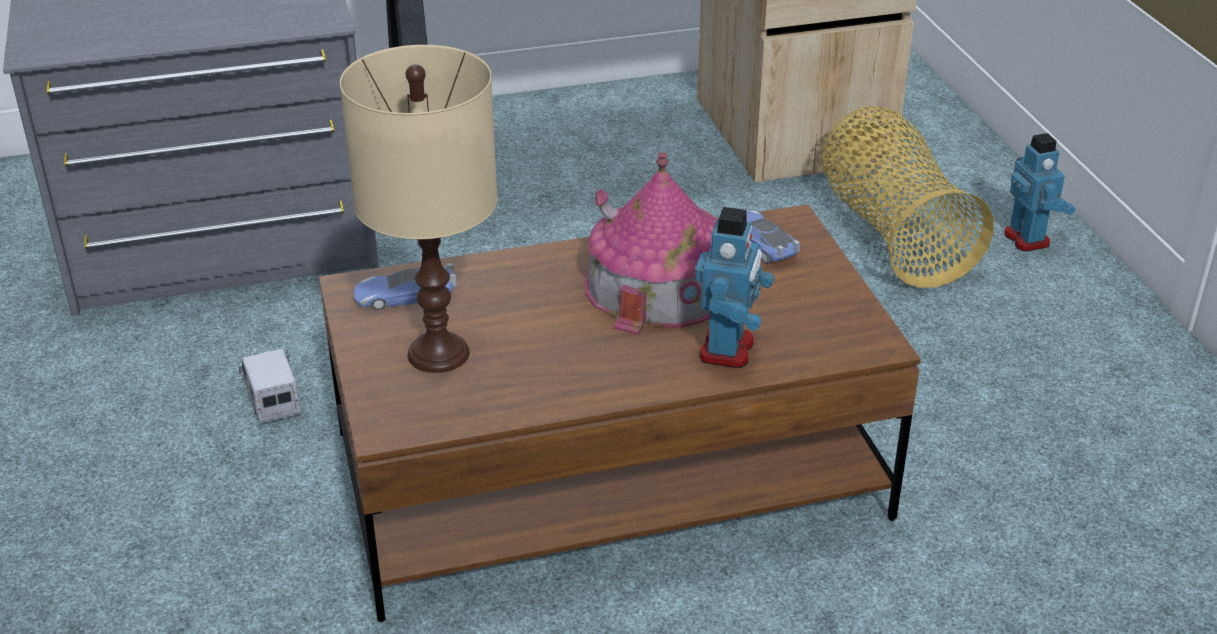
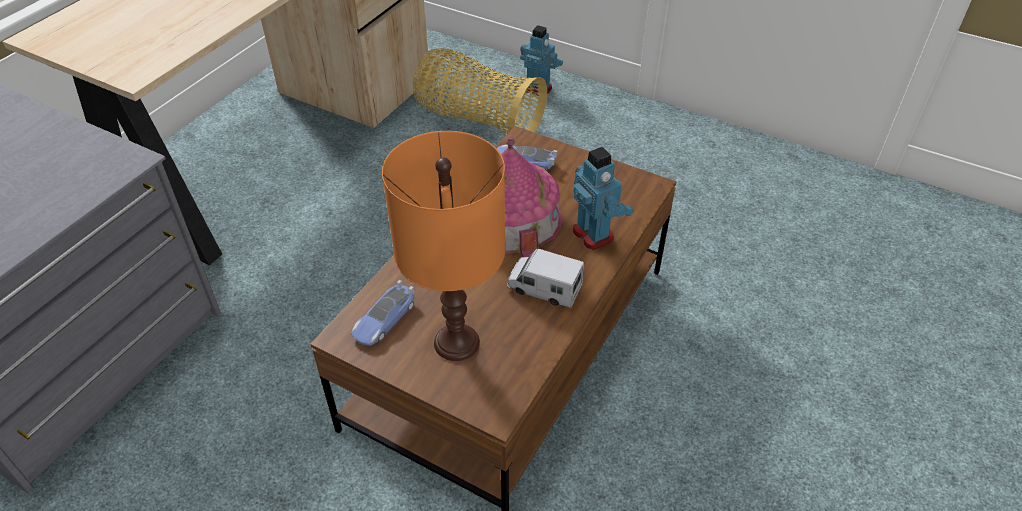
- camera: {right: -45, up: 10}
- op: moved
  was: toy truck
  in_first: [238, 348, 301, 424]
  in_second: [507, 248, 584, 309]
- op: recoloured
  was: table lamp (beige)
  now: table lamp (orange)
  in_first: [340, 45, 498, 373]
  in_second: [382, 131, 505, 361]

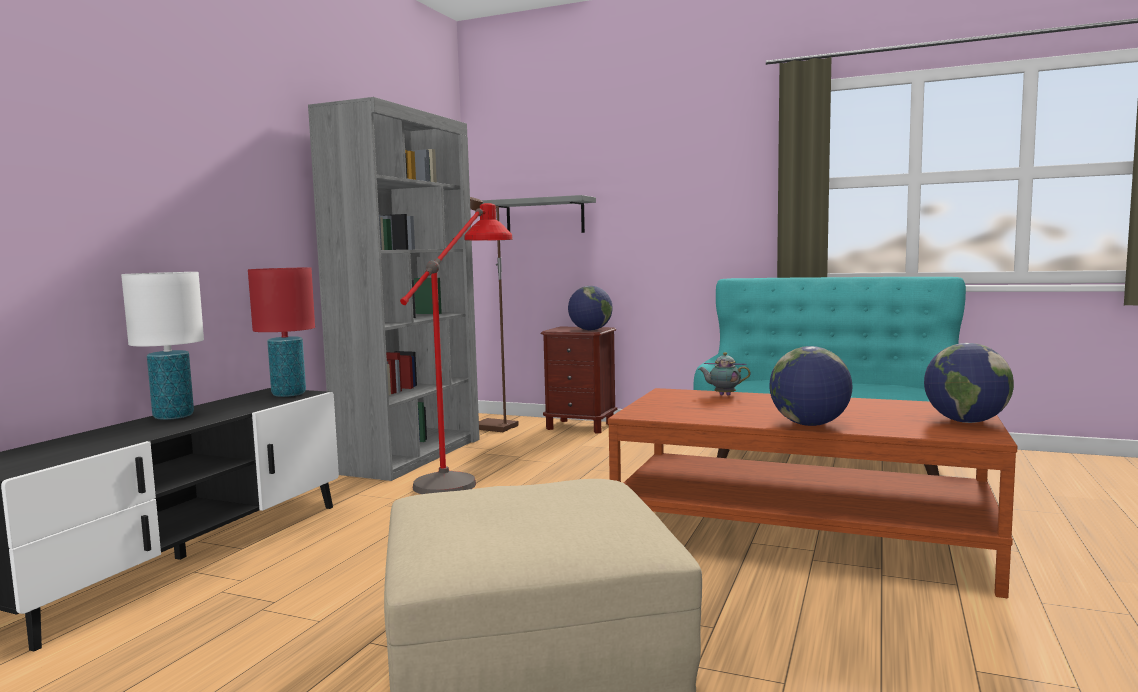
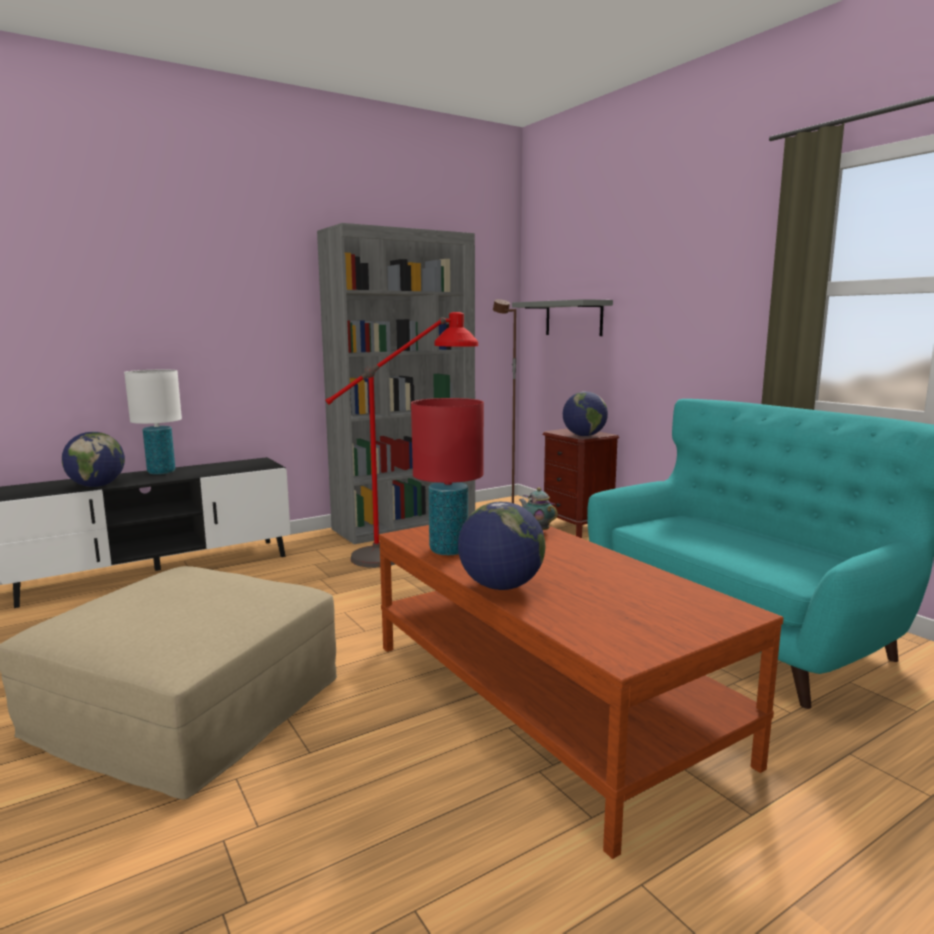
- camera: {right: 35, up: 5}
- op: moved
  was: table lamp (red)
  in_first: [248, 267, 315, 397]
  in_second: [411, 398, 484, 555]
- op: moved
  was: globe
  in_first: [924, 343, 1014, 423]
  in_second: [62, 432, 125, 487]

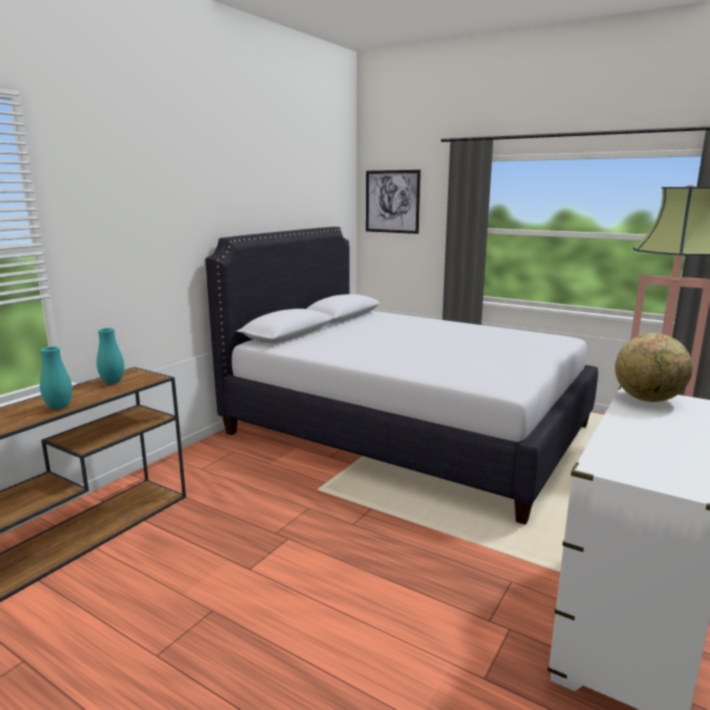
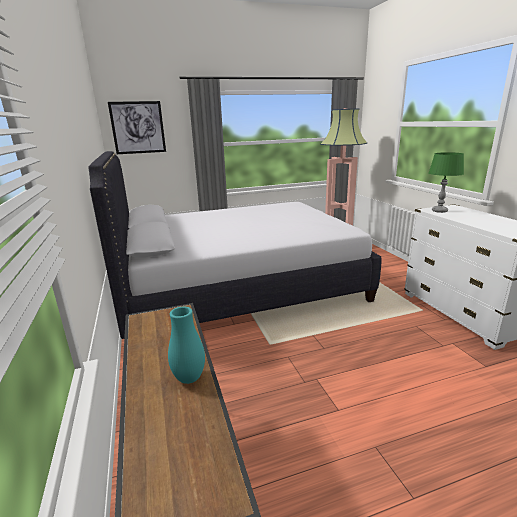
- camera: {right: -50, up: 5}
- op: removed
  was: vase (turquoise)
  in_first: [97, 328, 124, 384]
- op: replaced
  was: globe
  now: table lamp (green)
  in_first: [615, 333, 693, 402]
  in_second: [429, 152, 464, 213]

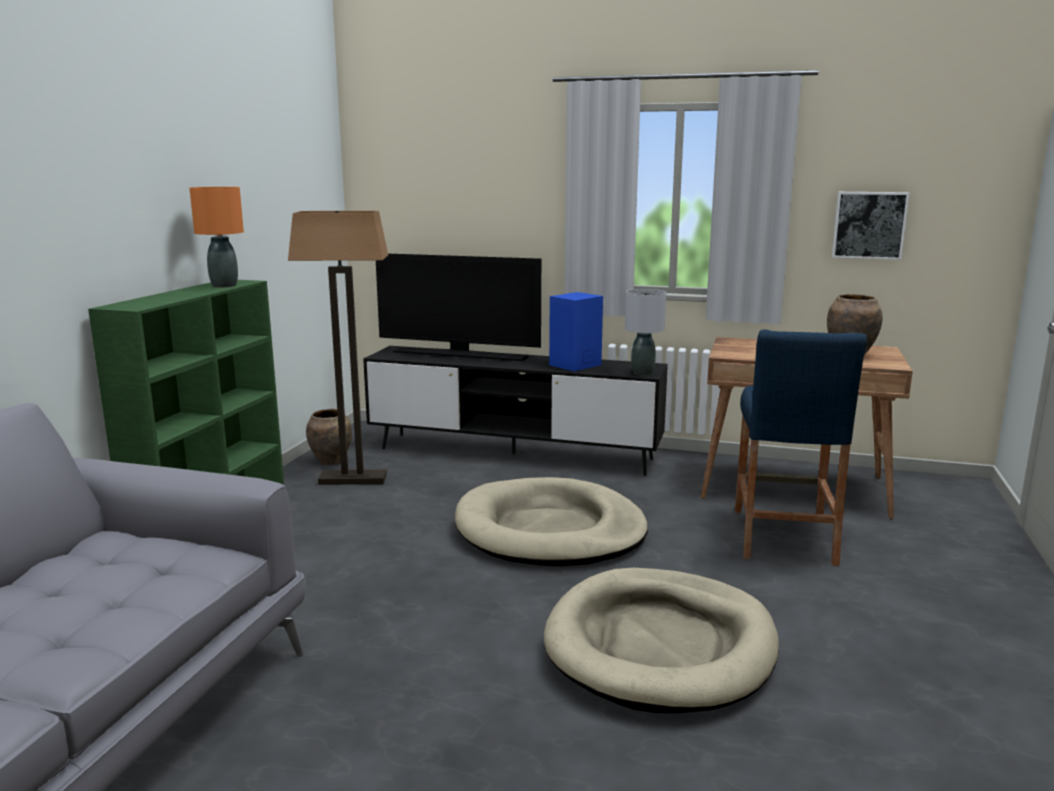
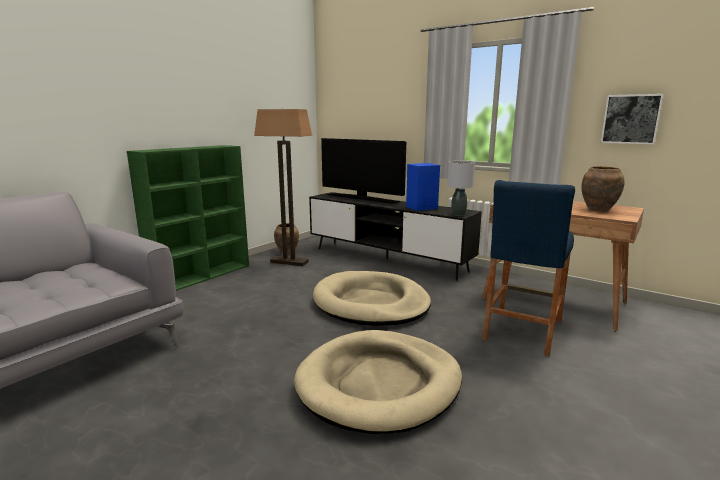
- camera: {right: 20, up: 0}
- op: removed
  was: table lamp (orange)
  in_first: [189, 187, 244, 288]

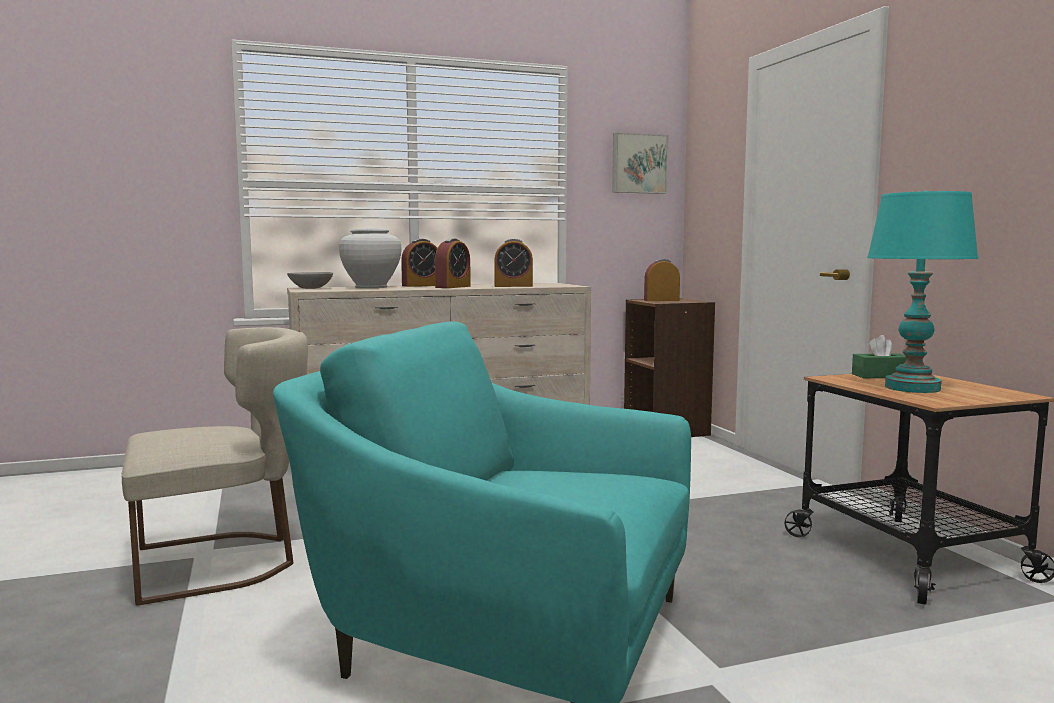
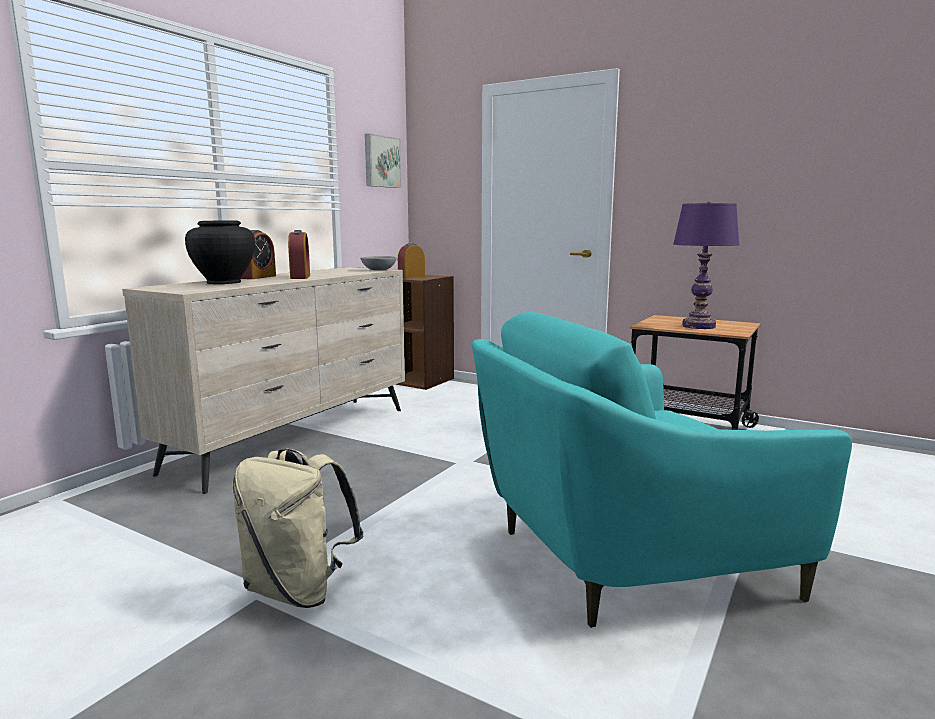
- camera: {right: -40, up: 5}
- op: removed
  was: alarm clock
  in_first: [494, 239, 533, 287]
- op: removed
  was: tissue box (green)
  in_first: [852, 335, 906, 378]
- op: moved
  was: bowl (grey)
  in_first: [287, 272, 333, 289]
  in_second: [360, 256, 397, 271]
- op: replaced
  was: chair (beige)
  now: backpack (beige)
  in_first: [122, 327, 308, 606]
  in_second: [232, 448, 364, 608]
- op: recoloured
  was: vase (white)
  now: vase (black)
  in_first: [339, 228, 402, 288]
  in_second: [185, 220, 255, 284]
- op: recoloured
  was: table lamp (turquoise)
  now: table lamp (purple)
  in_first: [867, 191, 979, 393]
  in_second: [673, 202, 740, 329]

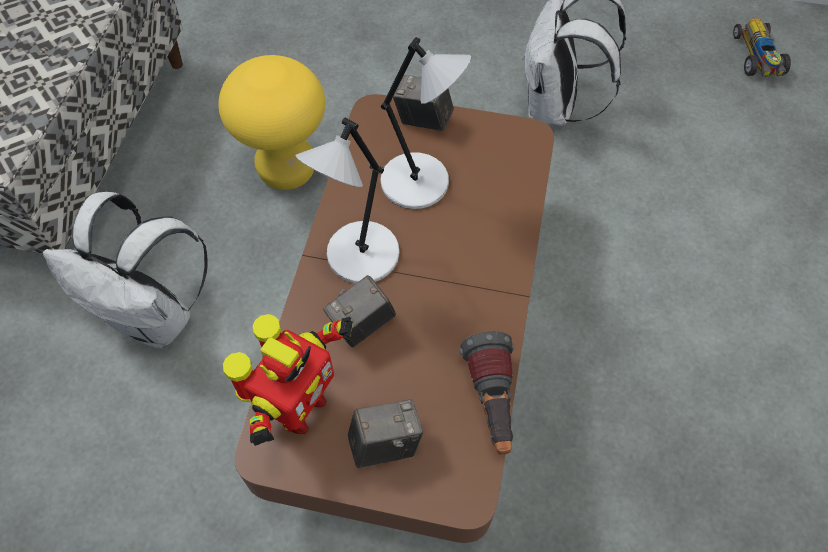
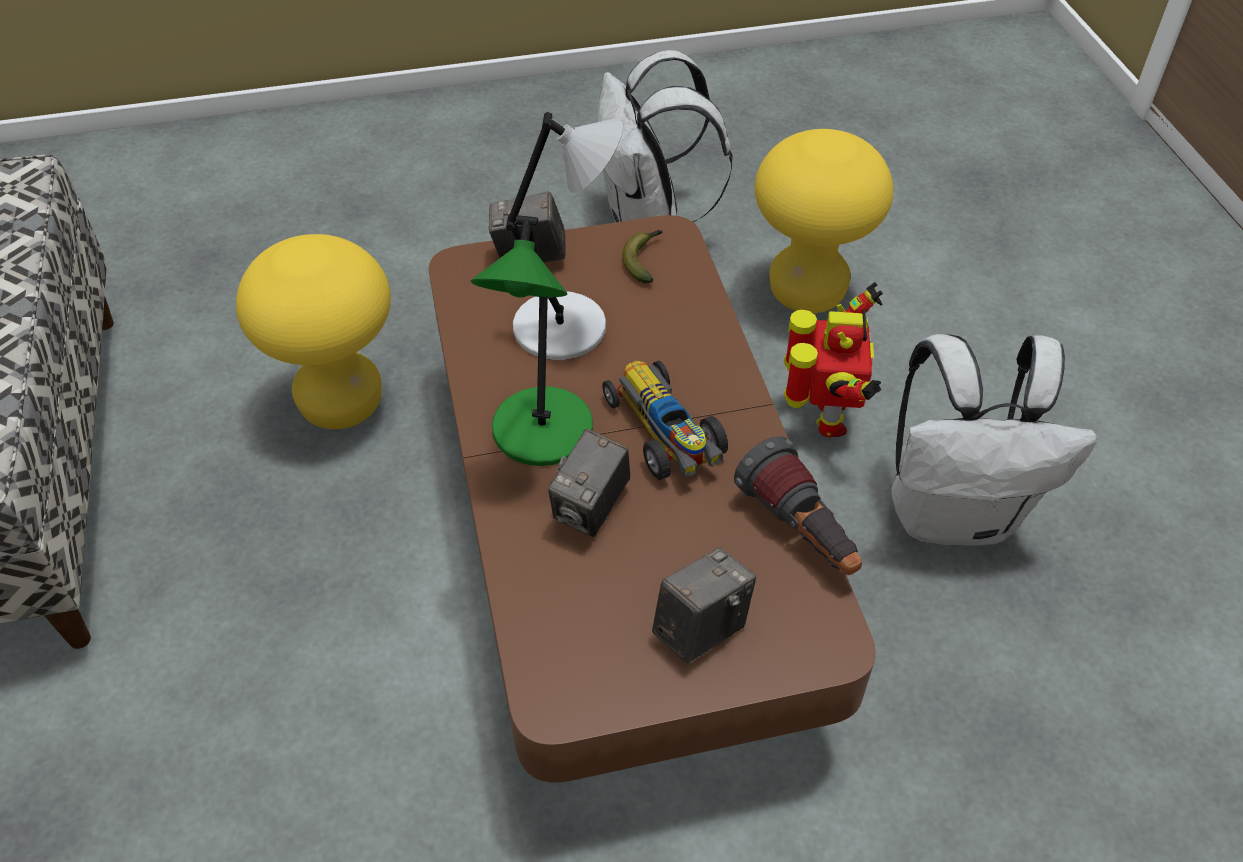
- camera: {right: -25, up: -10}
- op: added
  now: banana
  in_second: [622, 230, 663, 283]
- op: added
  now: stool (yellow)
  in_second: [754, 129, 893, 313]
- op: moved
  was: backpack (white)
  in_first: [43, 192, 208, 349]
  in_second: [891, 334, 1097, 545]
- op: moved
  was: toy robot
  in_first: [223, 314, 353, 446]
  in_second: [784, 282, 883, 437]
- op: moved
  was: toy car
  in_first: [733, 18, 791, 77]
  in_second: [602, 361, 728, 480]
- op: recoloured
  was: table lamp (grey)
  now: table lamp (green)
  in_first: [296, 118, 399, 284]
  in_second: [470, 215, 593, 466]

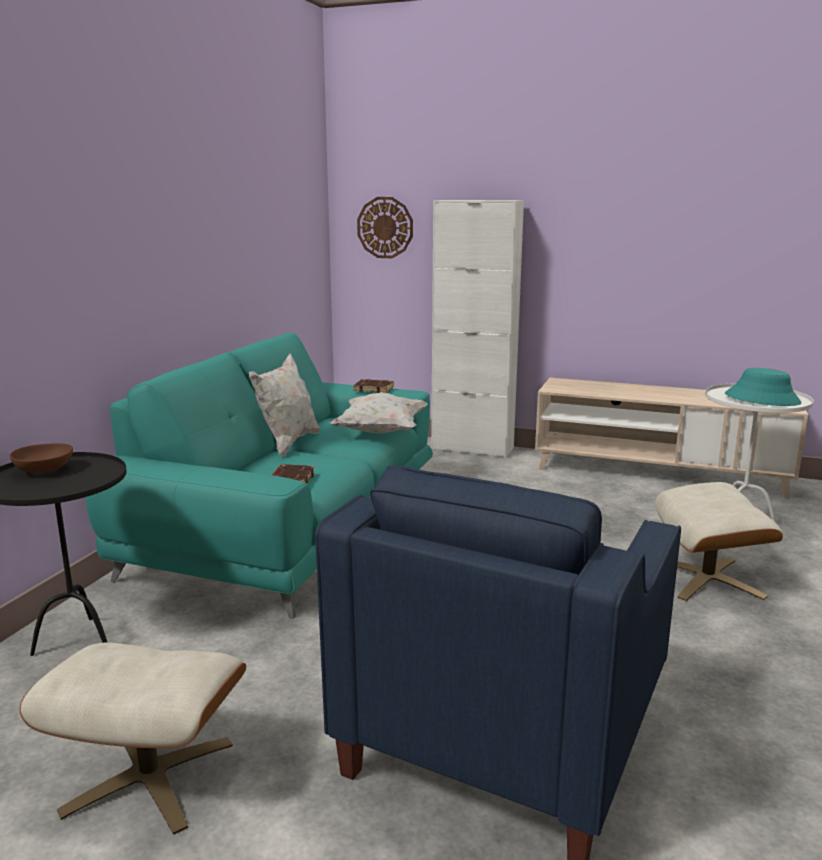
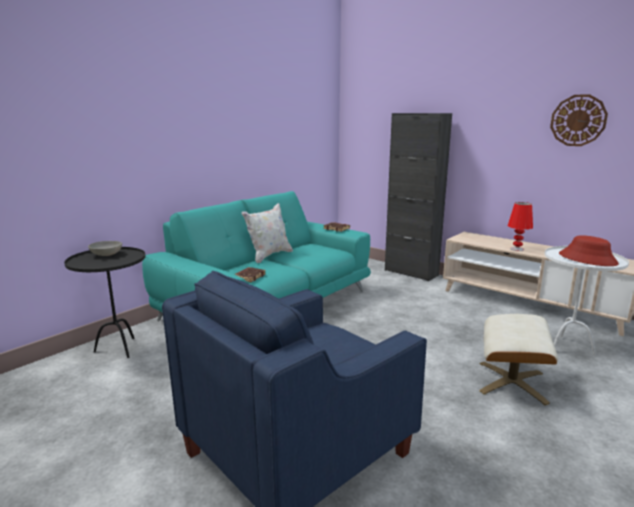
- camera: {right: 20, up: 0}
- op: removed
  was: ottoman (beige)
  in_first: [19, 642, 246, 835]
- op: removed
  was: pillow (white)
  in_first: [330, 392, 428, 433]
- op: added
  now: table lamp (red)
  in_second: [508, 202, 533, 251]
- op: moved
  was: wall clock
  in_first: [357, 197, 413, 258]
  in_second: [550, 94, 608, 146]
- op: recoloured
  was: bowl (brown)
  now: bowl (grey)
  in_first: [10, 443, 73, 473]
  in_second: [88, 241, 122, 256]
- op: recoloured
  was: cabinet (white)
  now: cabinet (black)
  in_first: [431, 200, 524, 458]
  in_second: [385, 113, 452, 281]
- op: recoloured
  was: hat (turquoise)
  now: hat (red)
  in_first: [725, 368, 801, 406]
  in_second: [559, 235, 619, 266]

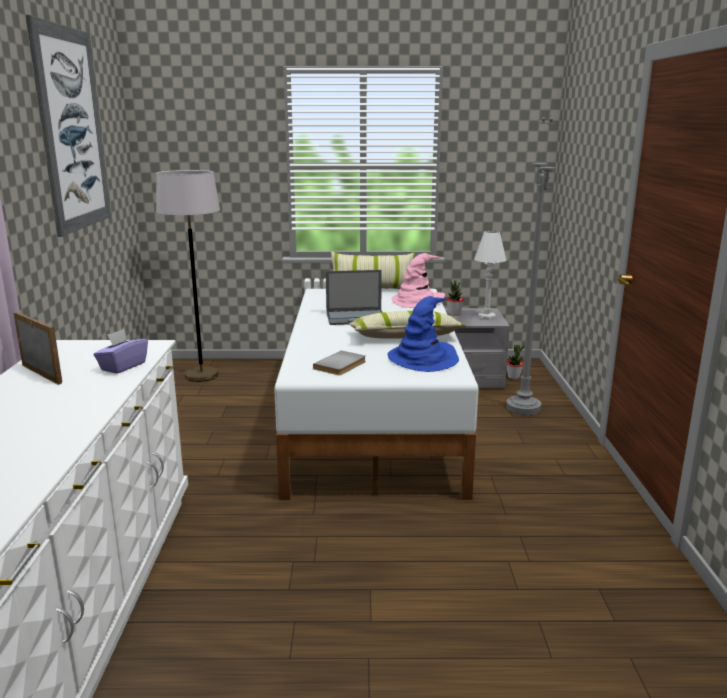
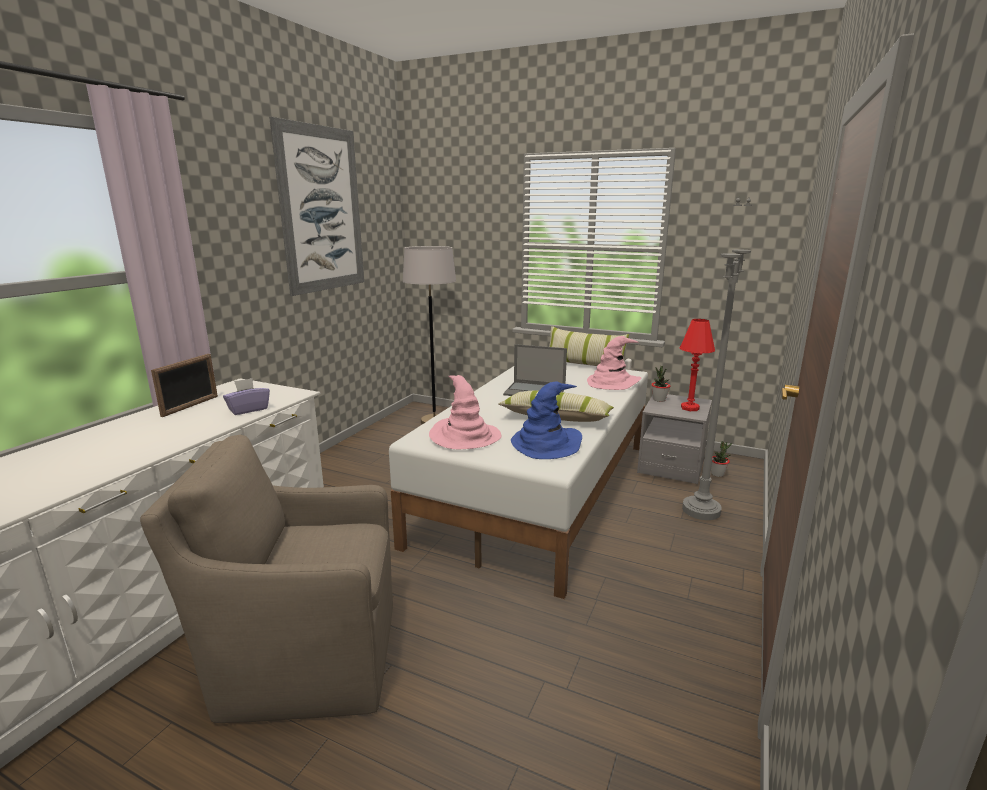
- camera: {right: 25, up: 0}
- op: added
  now: armchair (brown)
  in_second: [140, 435, 393, 723]
- op: replaced
  was: book (grey)
  now: hat (pink)
  in_first: [313, 351, 366, 375]
  in_second: [429, 375, 501, 449]
- op: recoloured
  was: table lamp (white)
  now: table lamp (red)
  in_first: [474, 231, 507, 320]
  in_second: [679, 319, 715, 411]
- op: turned
  was: picture frame
  in_first: [13, 312, 62, 385]
  in_second: [151, 354, 218, 417]
  clockwise: 45

